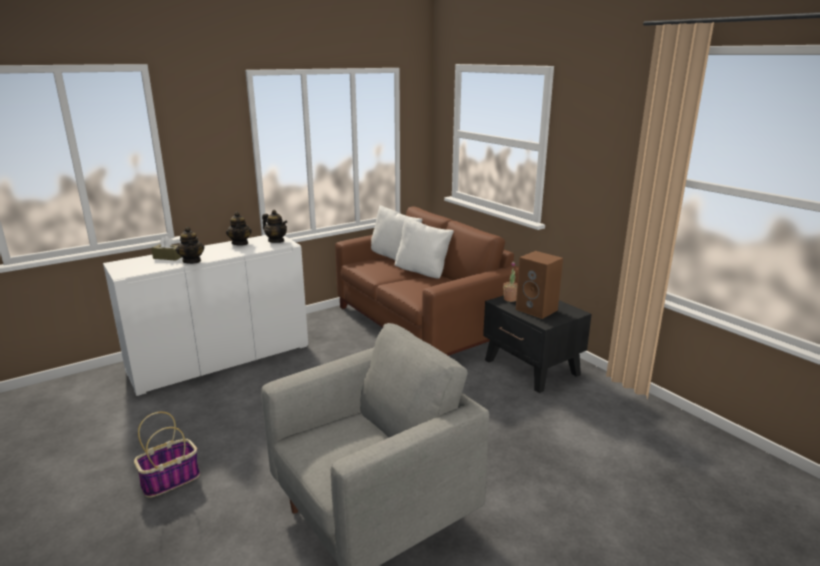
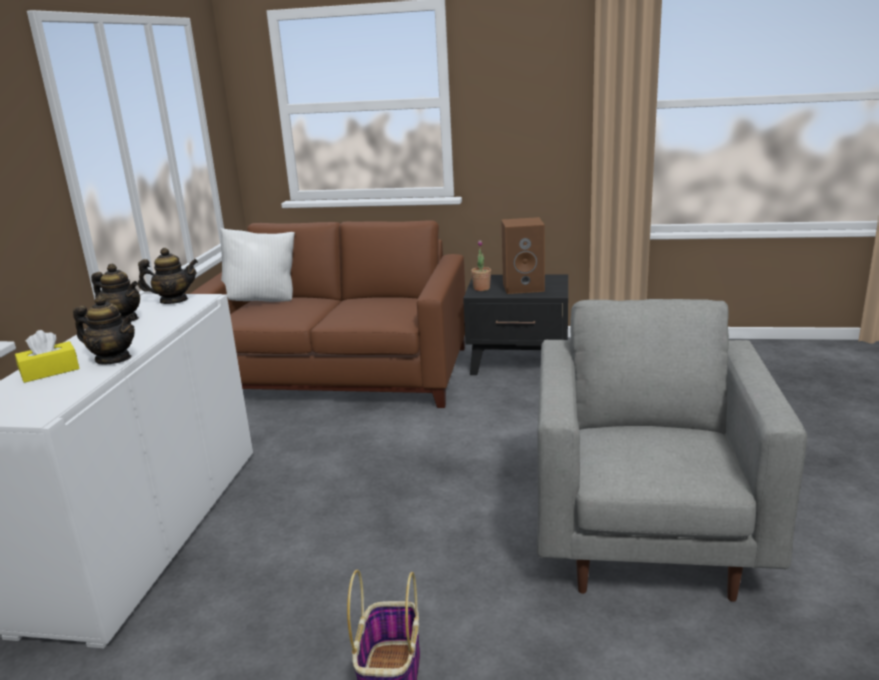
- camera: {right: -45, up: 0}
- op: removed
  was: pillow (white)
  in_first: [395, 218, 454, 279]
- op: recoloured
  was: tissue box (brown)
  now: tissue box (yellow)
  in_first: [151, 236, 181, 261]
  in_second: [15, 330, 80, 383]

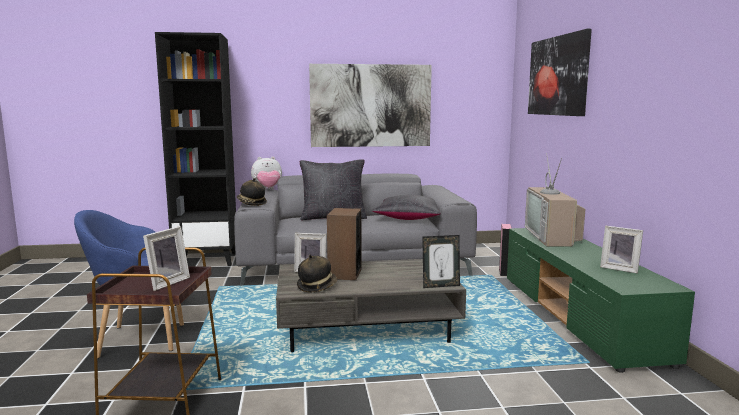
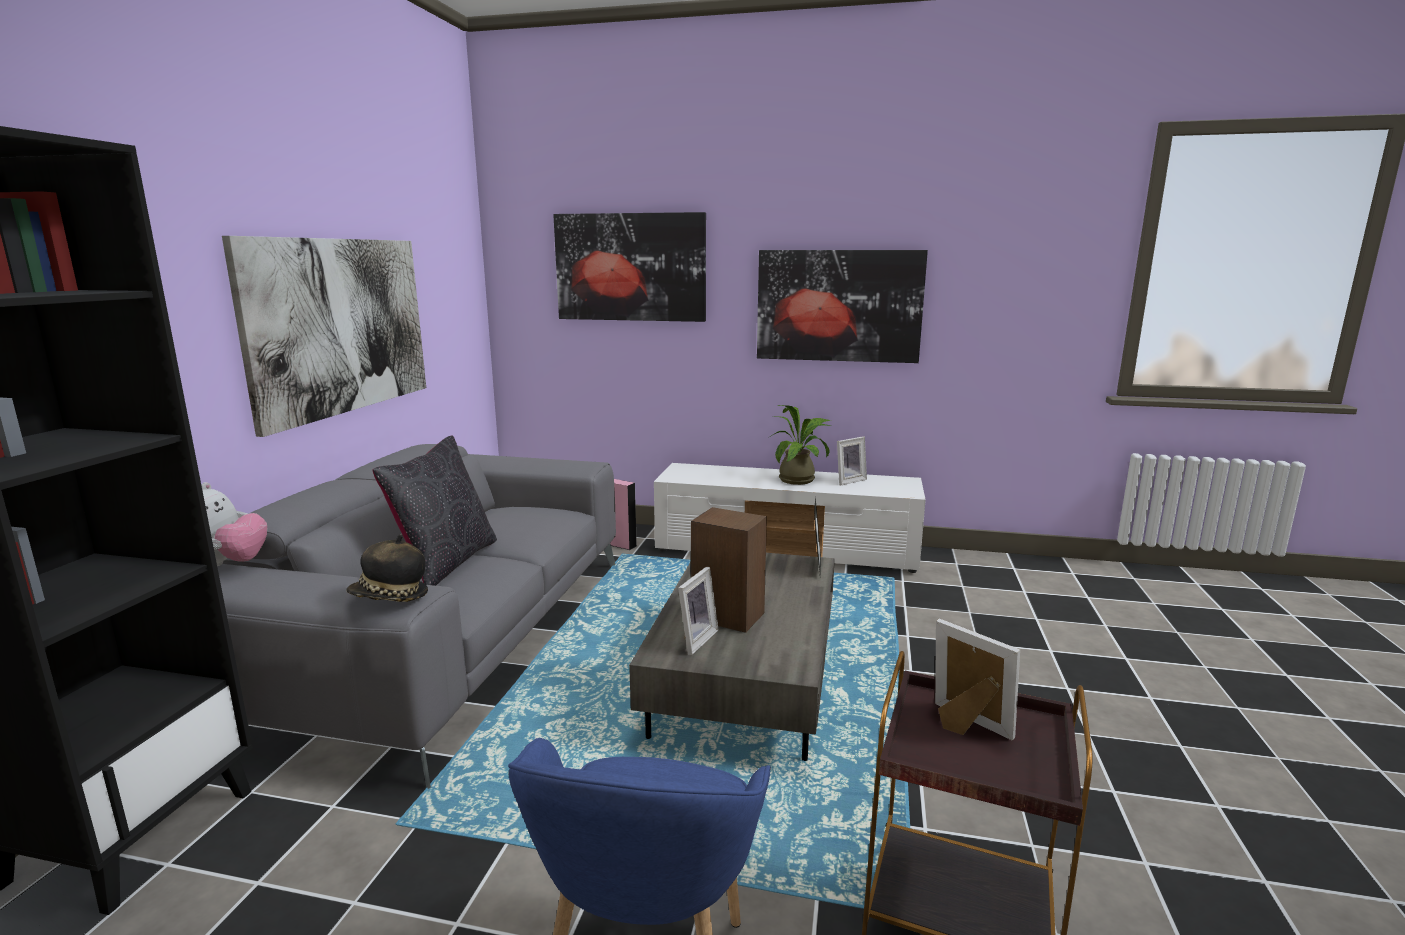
- camera: {right: -70, up: 5}
- op: removed
  was: hat
  in_first: [297, 254, 337, 292]
- op: removed
  was: pillow (black)
  in_first: [372, 195, 441, 220]
- op: removed
  was: television
  in_first: [525, 153, 585, 247]
- op: added
  now: picture
  in_second: [757, 250, 928, 363]
- op: added
  now: potted plant
  in_second: [768, 405, 831, 485]
- op: recoloured
  was: tv stand (green)
  now: tv stand (white)
  in_first: [507, 228, 695, 373]
  in_second: [654, 463, 926, 573]

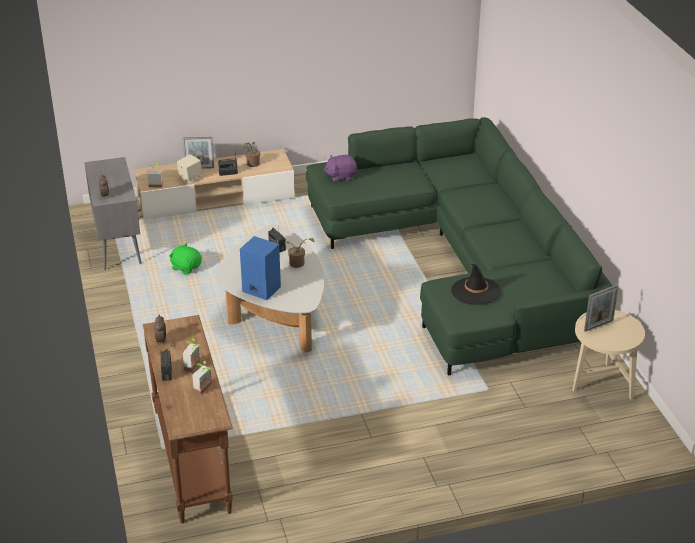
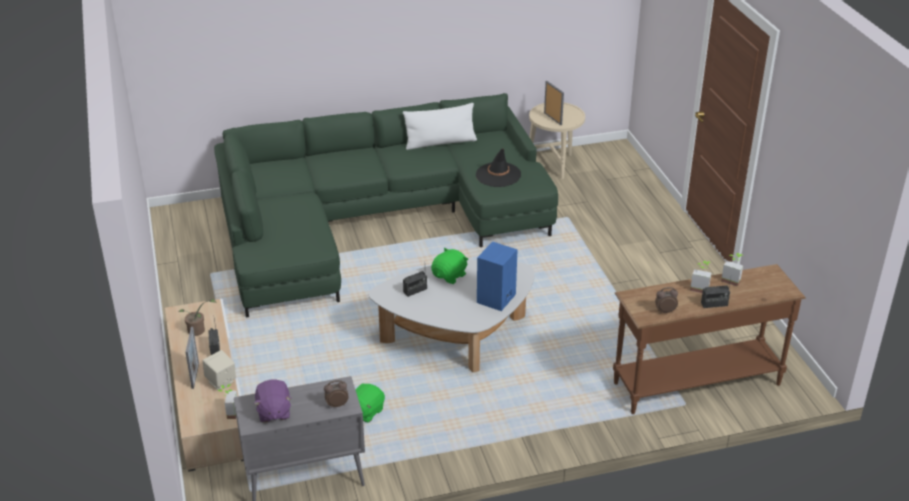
- camera: {right: -90, up: 0}
- op: added
  now: pillow (white)
  in_second: [403, 103, 477, 150]
- op: moved
  was: plush toy (purple)
  in_first: [324, 155, 357, 182]
  in_second: [254, 380, 292, 423]
- op: replaced
  was: potted plant
  now: plush toy (green)
  in_first: [285, 238, 314, 268]
  in_second: [431, 248, 468, 284]

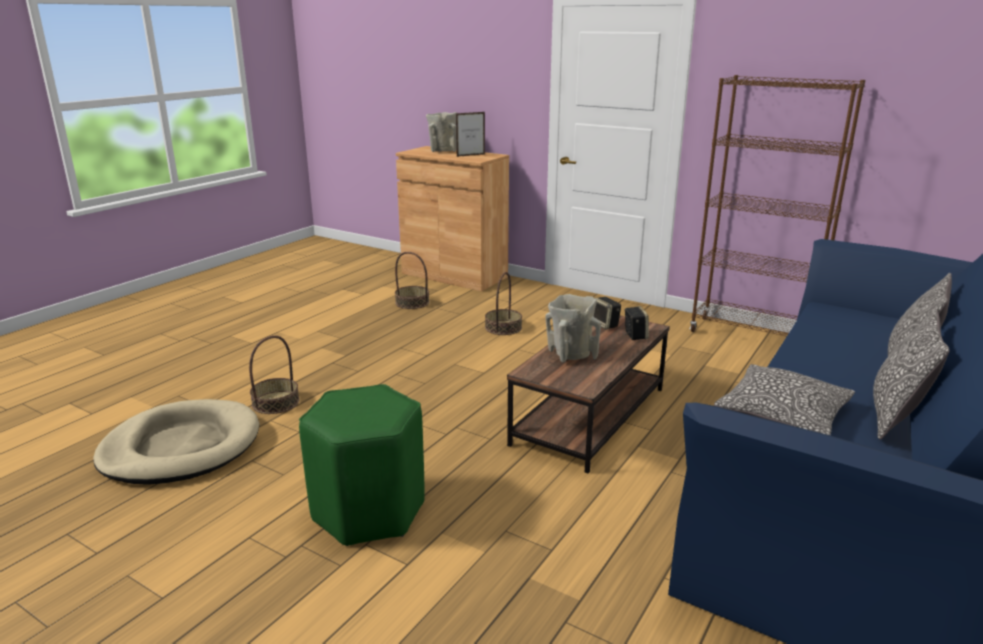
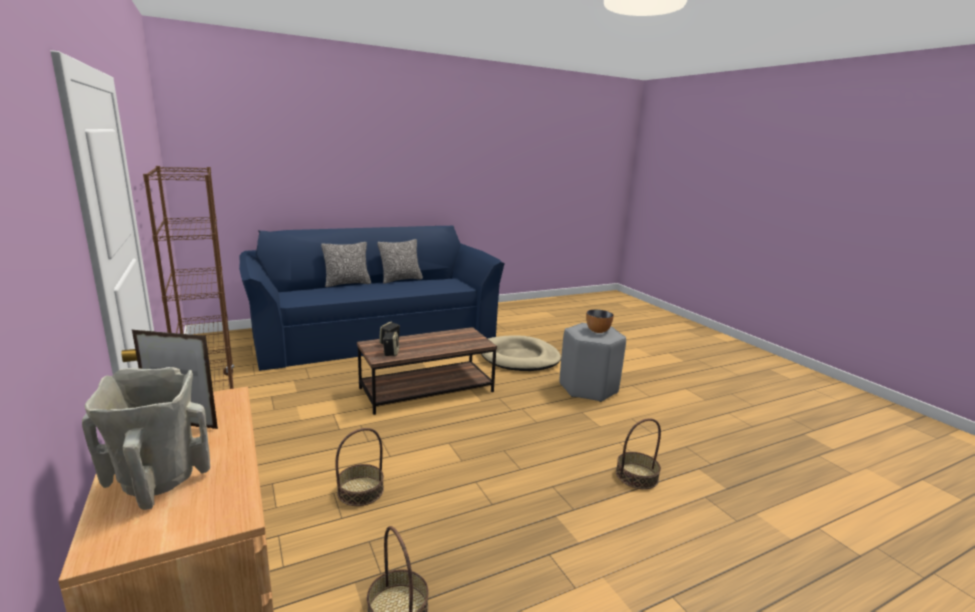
- camera: {right: -150, up: -5}
- op: removed
  was: vase (beige)
  in_first: [545, 294, 601, 363]
- op: removed
  was: pillow
  in_first: [714, 364, 855, 435]
- op: added
  now: bowl
  in_second: [586, 309, 614, 333]
- op: moved
  was: dog bed (beige)
  in_first: [94, 399, 259, 485]
  in_second: [481, 335, 561, 371]
- op: recoloured
  was: stool (green)
  now: stool (grey)
  in_first: [299, 384, 425, 546]
  in_second: [559, 323, 626, 402]

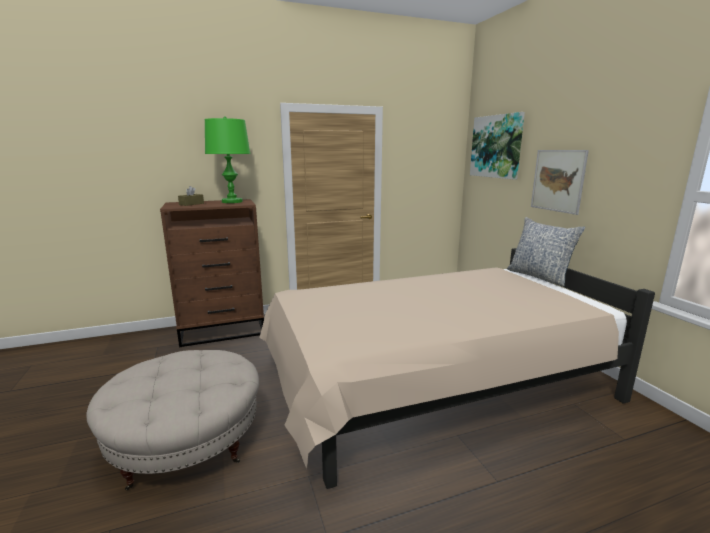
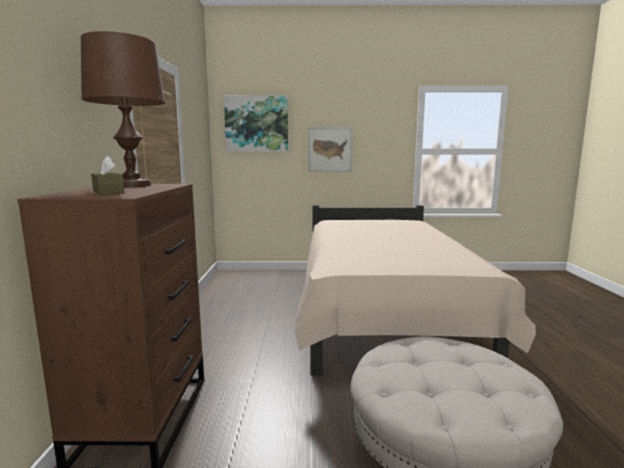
- camera: {right: -70, up: -5}
- op: removed
  was: pillow
  in_first: [507, 217, 585, 287]
- op: recoloured
  was: table lamp (green)
  now: table lamp (brown)
  in_first: [205, 116, 250, 203]
  in_second: [81, 31, 165, 187]

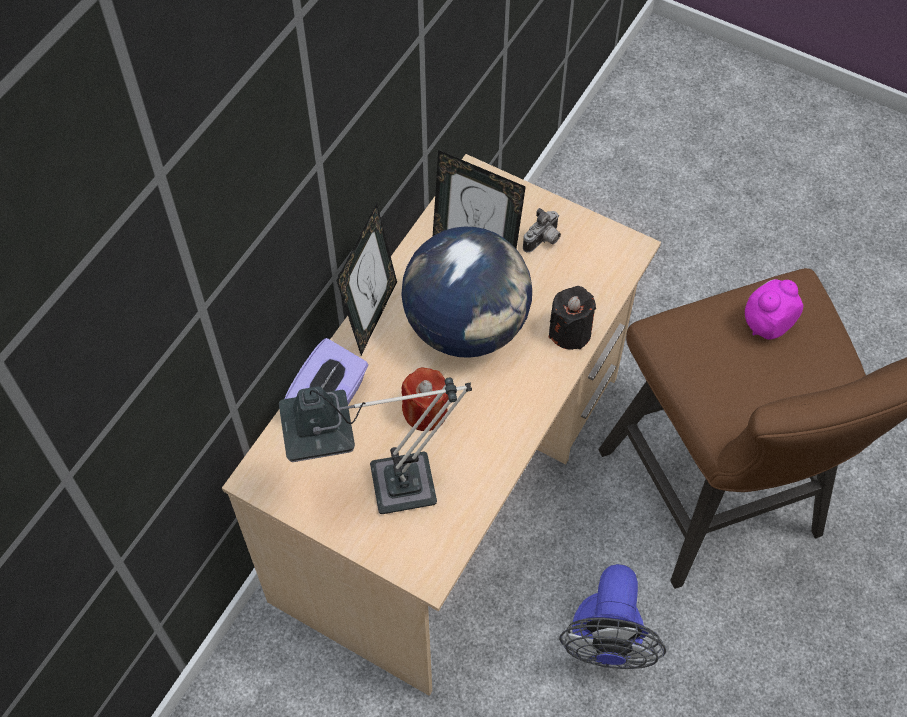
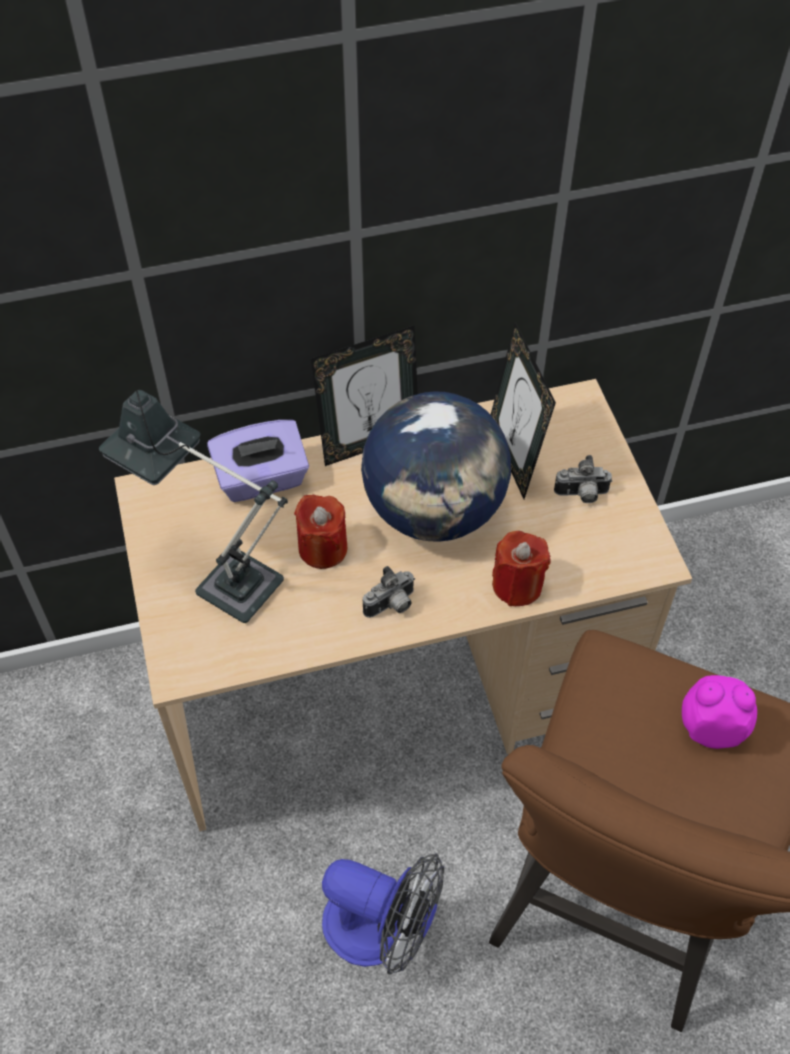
- camera: {right: 45, up: -5}
- op: added
  now: photo camera
  in_second: [362, 566, 415, 618]
- op: recoloured
  was: candle (black)
  now: candle (red)
  in_first: [548, 286, 596, 350]
  in_second: [492, 531, 551, 606]
- op: turned
  was: fan
  in_first: [559, 564, 666, 669]
  in_second: [322, 853, 444, 974]
  clockwise: -120

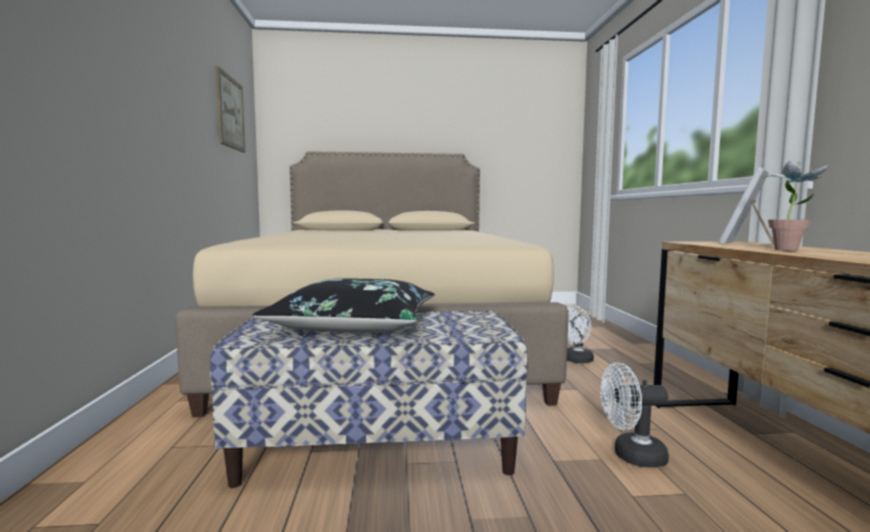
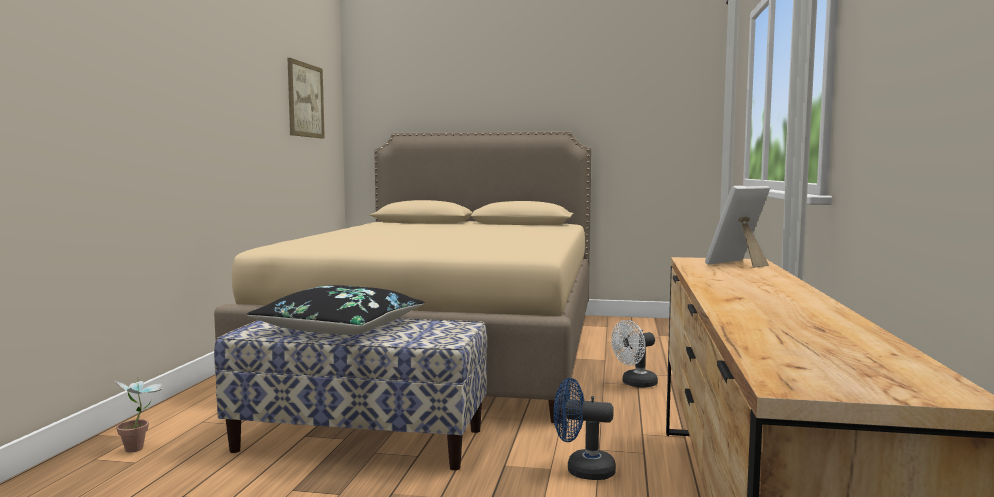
- camera: {right: 15, up: 0}
- op: moved
  was: potted plant
  in_first: [763, 161, 830, 251]
  in_second: [114, 377, 164, 453]
- op: recoloured
  was: fan (white)
  now: fan (blue)
  in_first: [600, 362, 669, 468]
  in_second: [553, 378, 616, 480]

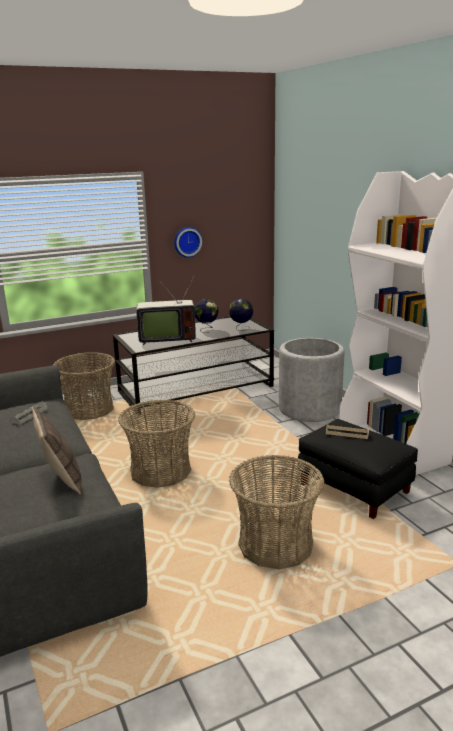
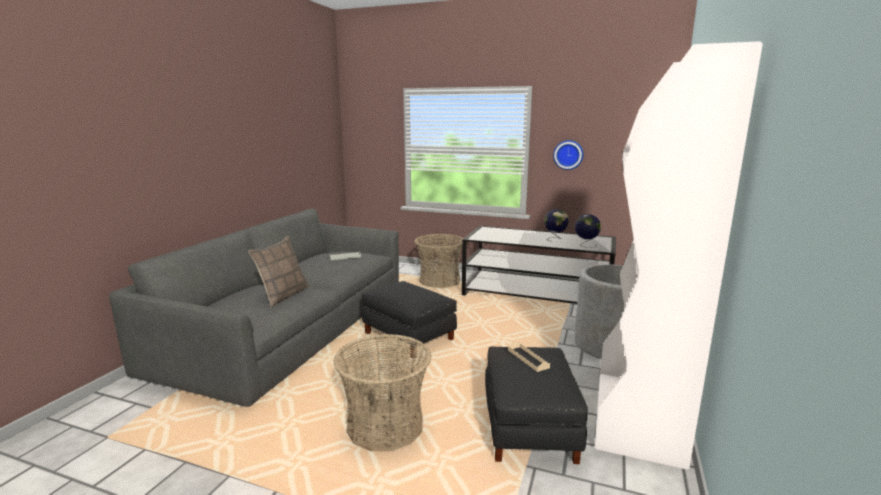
- camera: {right: 45, up: -5}
- op: removed
  was: television
  in_first: [136, 275, 196, 345]
- op: replaced
  was: basket
  now: ottoman (black)
  in_first: [118, 400, 195, 488]
  in_second: [362, 281, 457, 358]

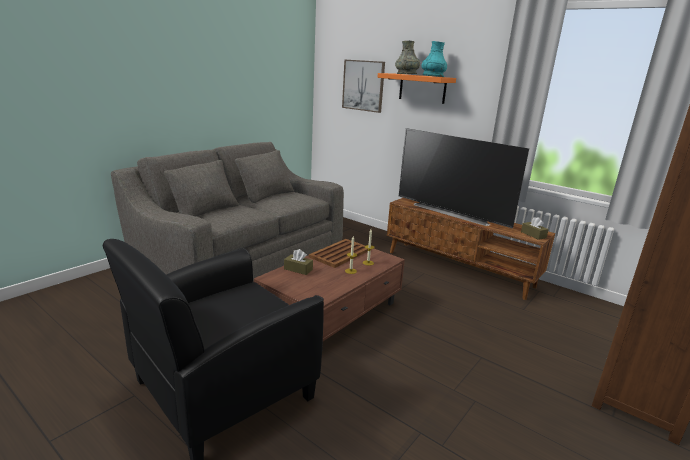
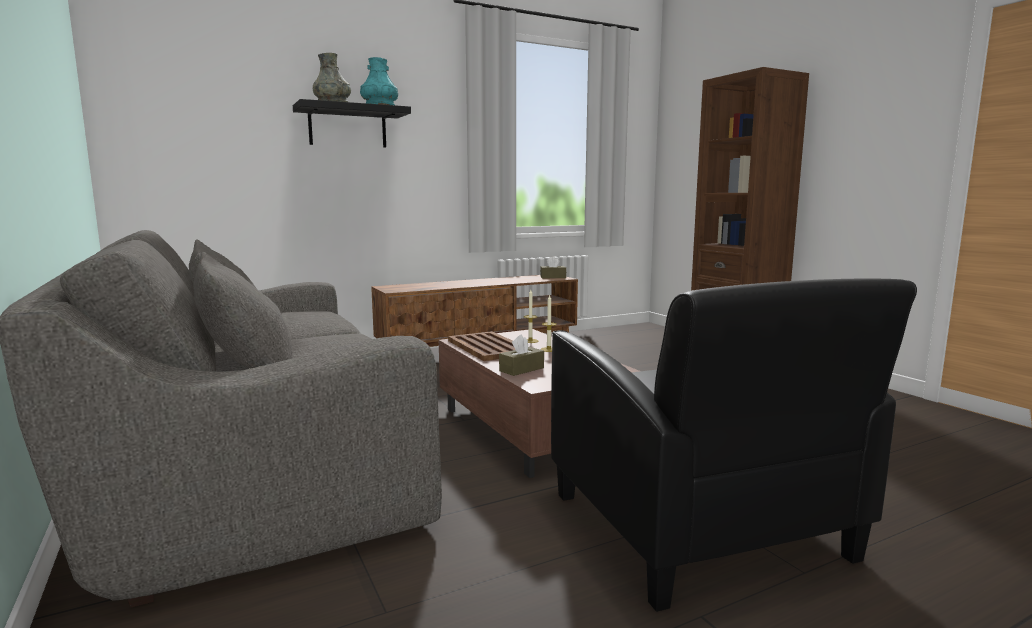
- camera: {right: -65, up: -10}
- op: removed
  was: picture
  in_first: [342, 60, 385, 113]
- op: removed
  was: television
  in_first: [399, 128, 529, 228]
- op: recoloured
  was: shelf (orange)
  now: shelf (black)
  in_first: [377, 73, 456, 104]
  in_second: [293, 99, 411, 148]

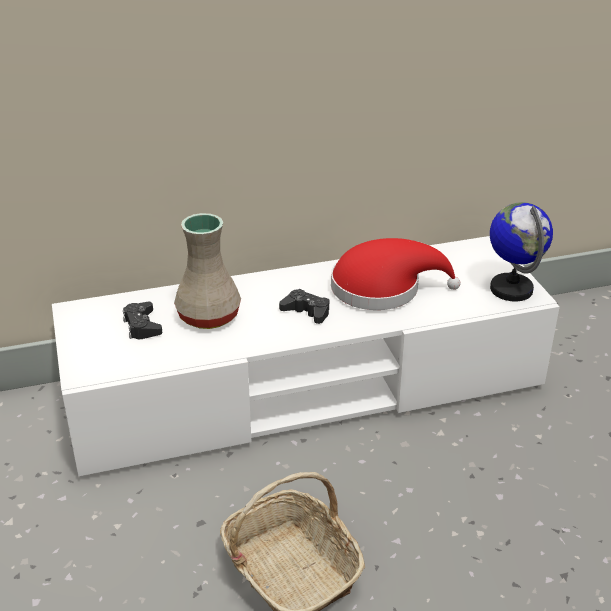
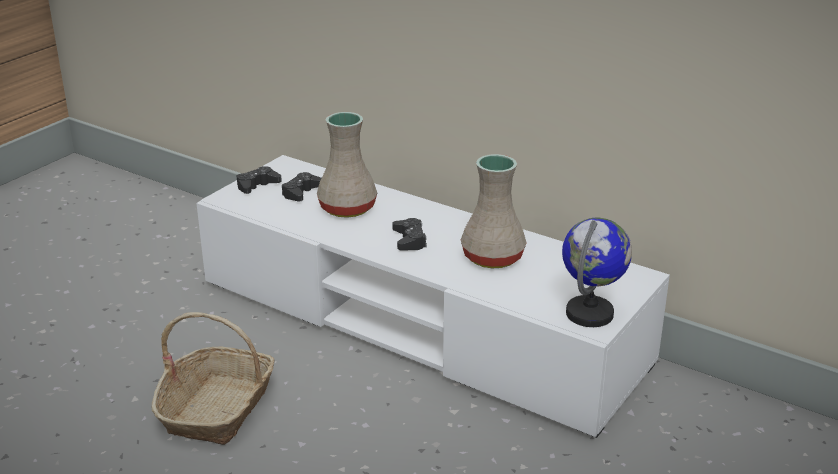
- camera: {right: 50, up: -5}
- op: added
  now: game controller (black)
  in_second: [237, 166, 282, 194]
- op: replaced
  was: hat (red)
  now: vase (beige)
  in_first: [331, 238, 461, 310]
  in_second: [461, 154, 526, 268]

